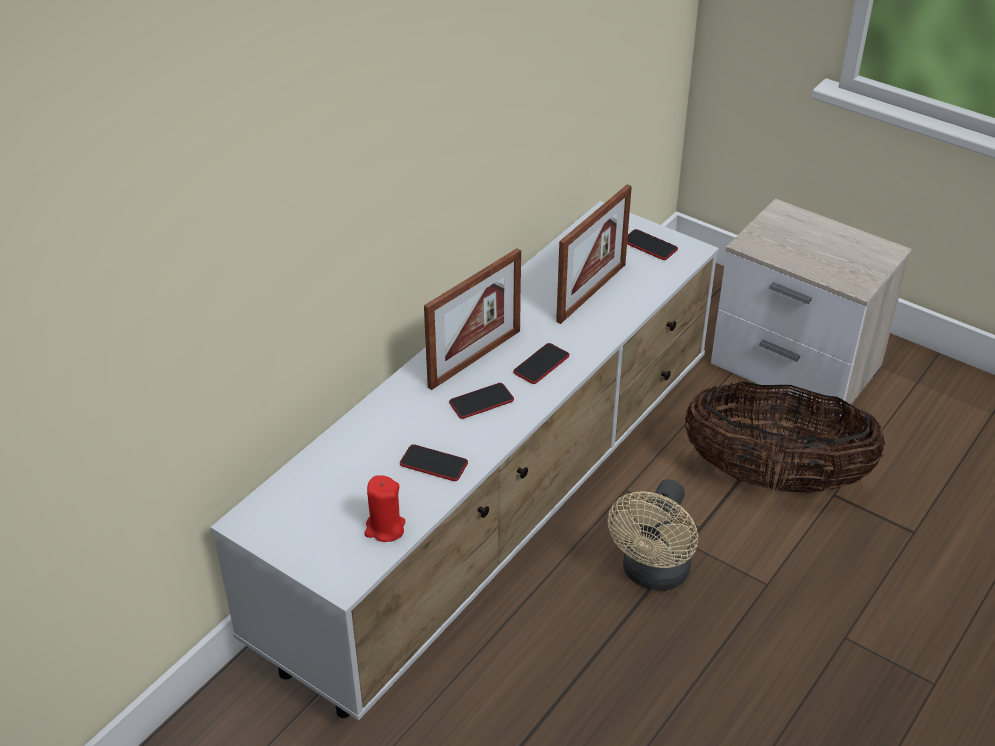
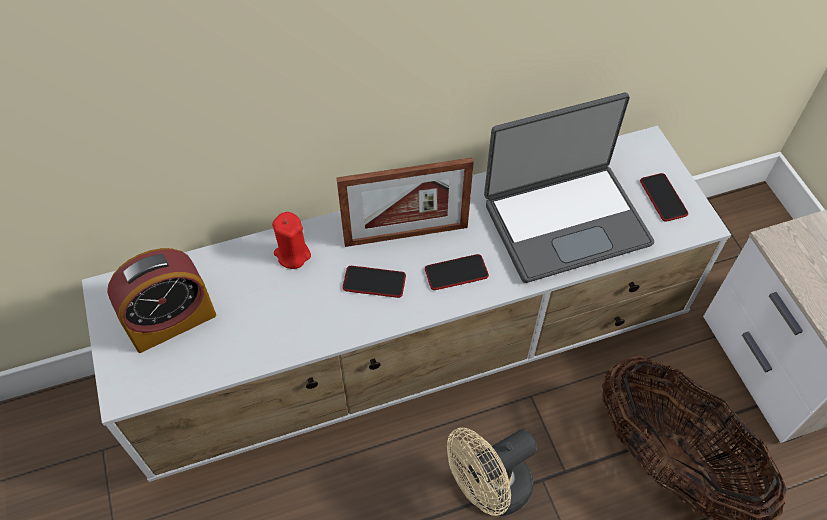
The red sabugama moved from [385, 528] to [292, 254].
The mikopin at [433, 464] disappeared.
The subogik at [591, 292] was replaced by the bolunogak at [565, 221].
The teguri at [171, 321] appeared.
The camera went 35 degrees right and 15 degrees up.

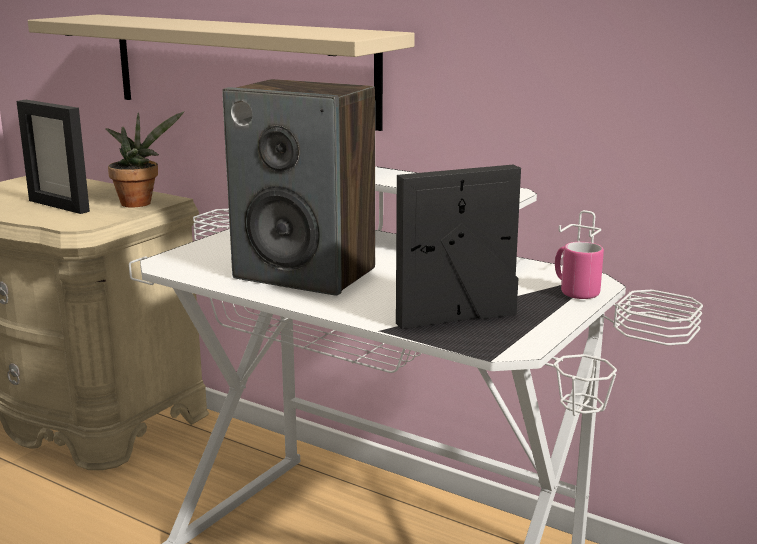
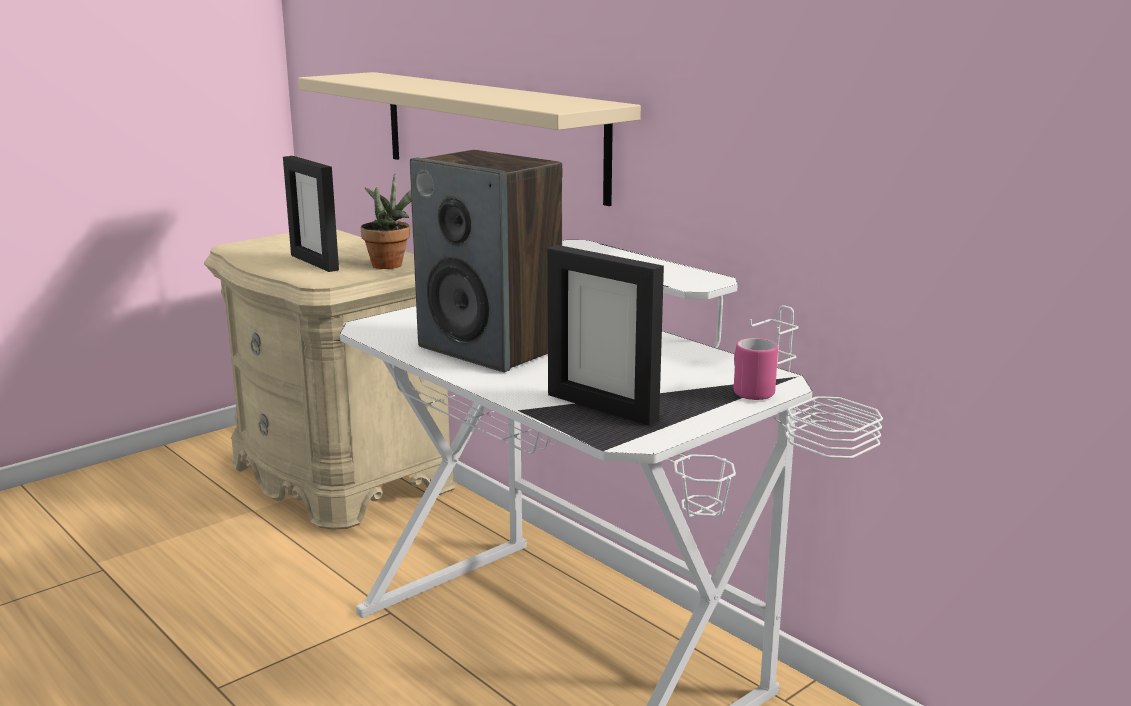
The subogik at [456, 319] turned 135 degrees counterclockwise.
The camera went 15 degrees right and 0 degrees up.

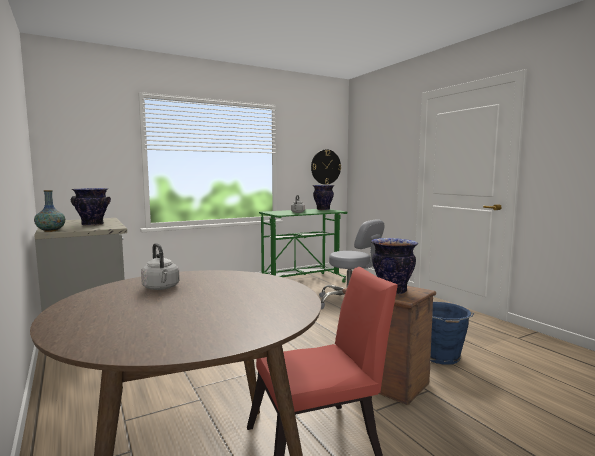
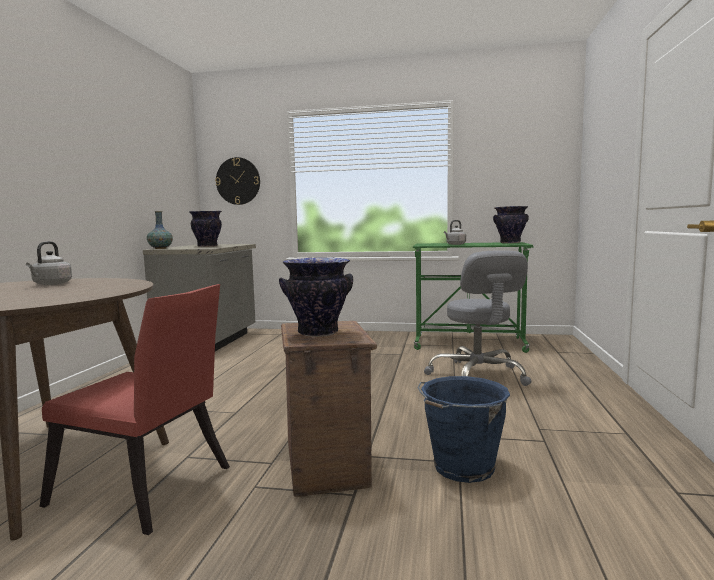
The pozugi moved from [325, 167] to [238, 181].
The camera went 40 degrees right and 0 degrees up.

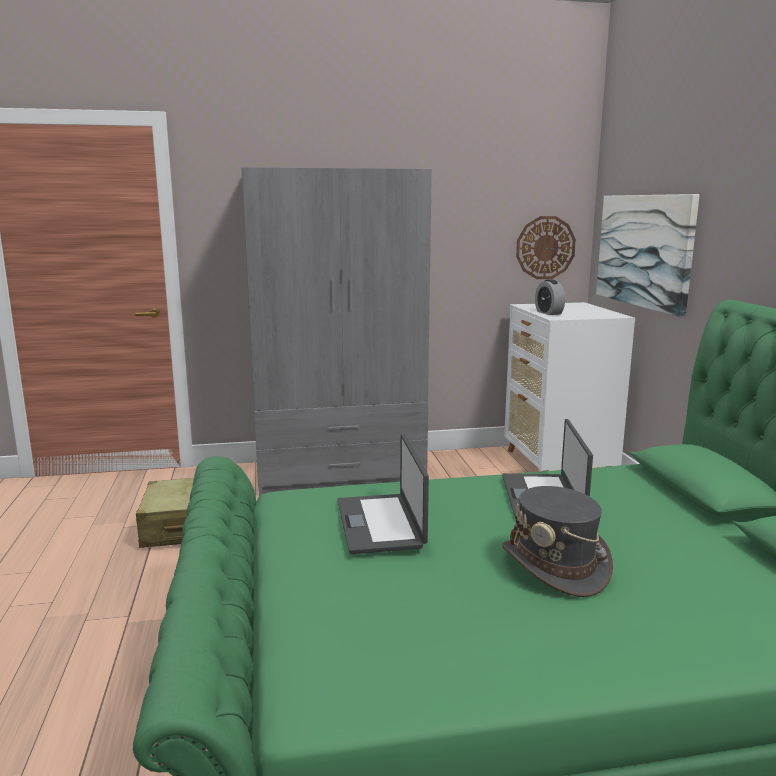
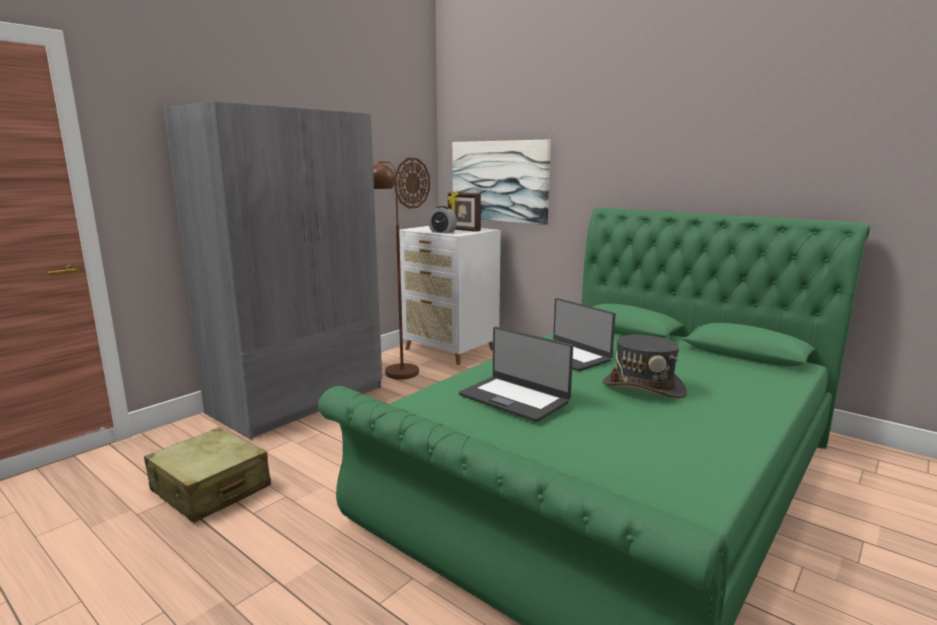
The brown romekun at [396, 370] appeared.
The subogik at [463, 230] appeared.
The camera went 40 degrees left and 0 degrees up.

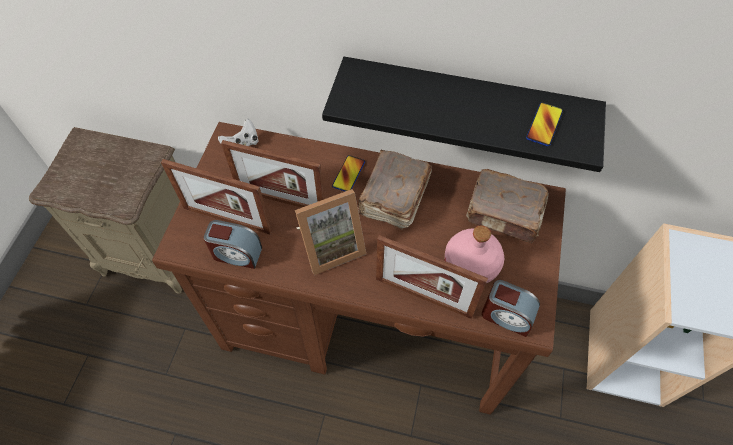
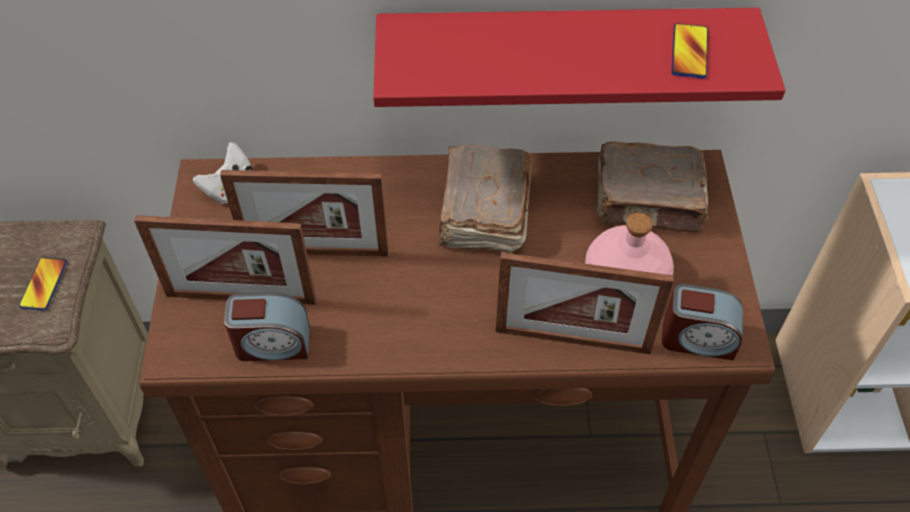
The subogik at [331, 246] disappeared.
The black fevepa at [465, 105] became the red fevepa at [563, 53].
The mikopin moved from [348, 174] to [44, 284].
The camera went 15 degrees left and 5 degrees down.

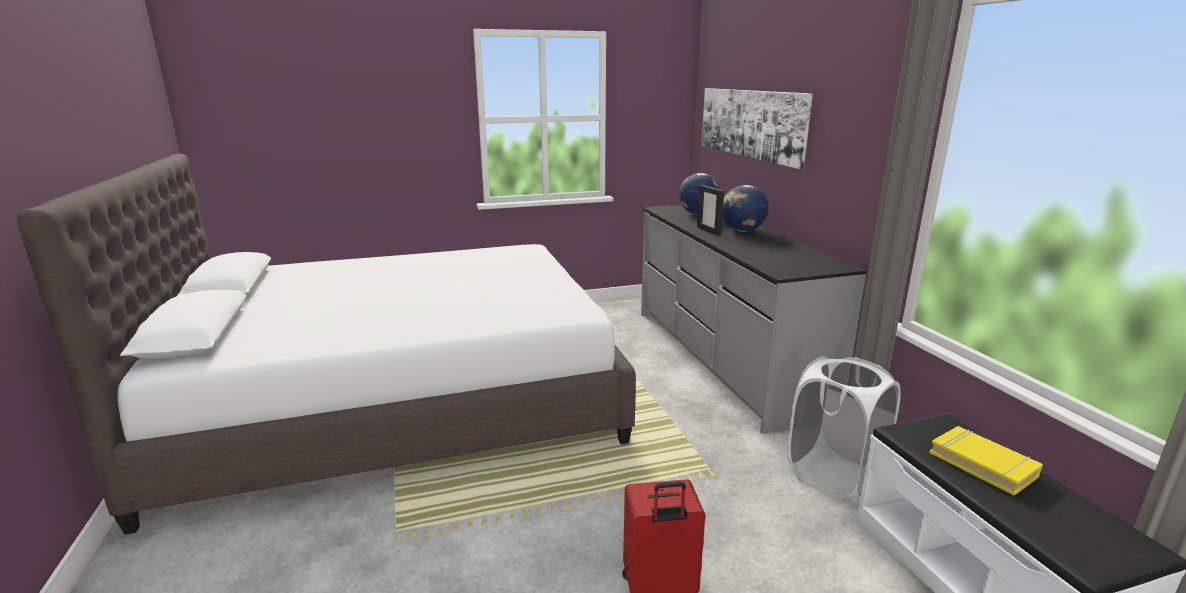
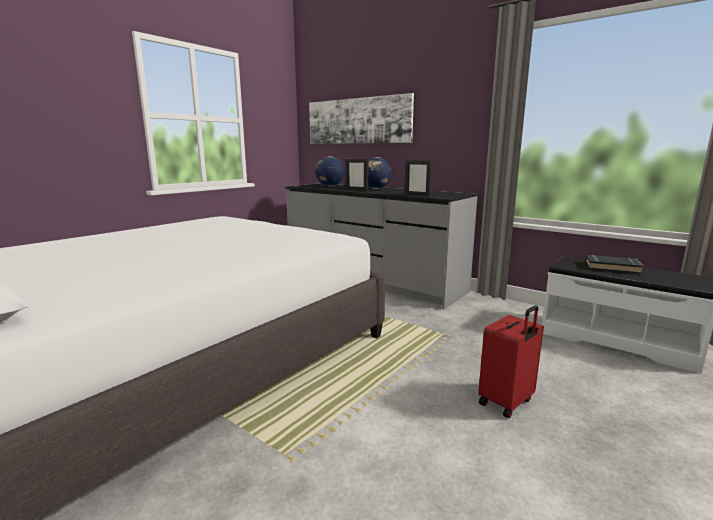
The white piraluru at [833, 475] disappeared.
The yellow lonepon at [983, 464] became the black lonepon at [611, 268].
The subogik at [417, 195] appeared.
The camera went 35 degrees left and 5 degrees down.

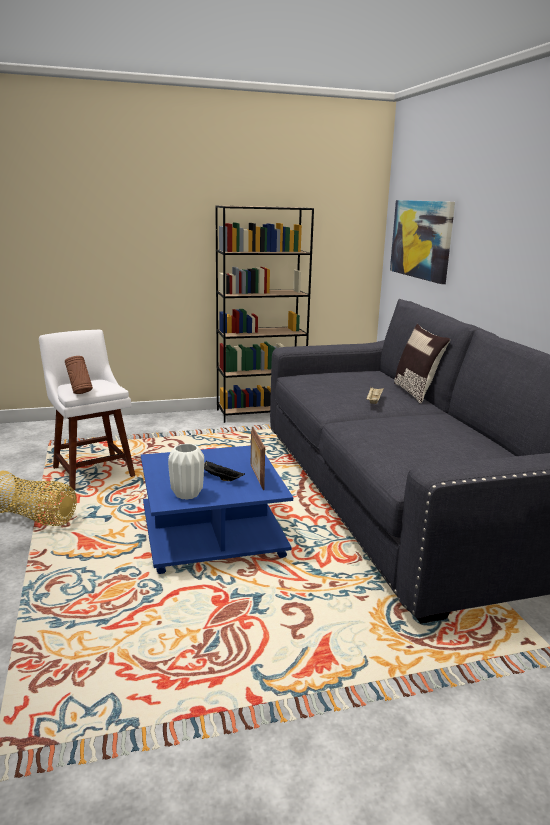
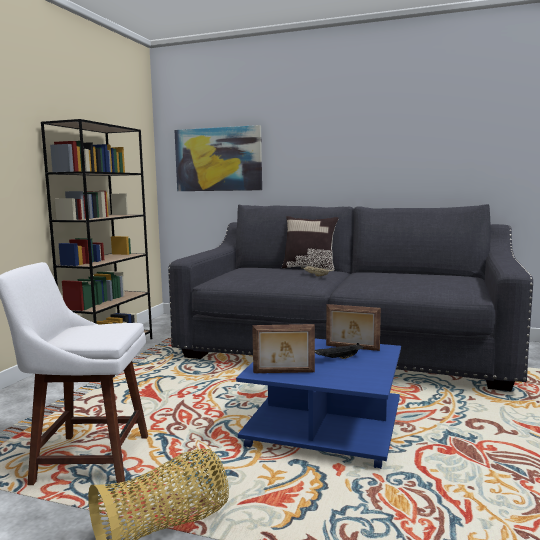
The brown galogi at [80, 393] disappeared.
The white galogi at [186, 494] disappeared.
The subogik at [284, 373] appeared.
The camera went 55 degrees left and 10 degrees down.

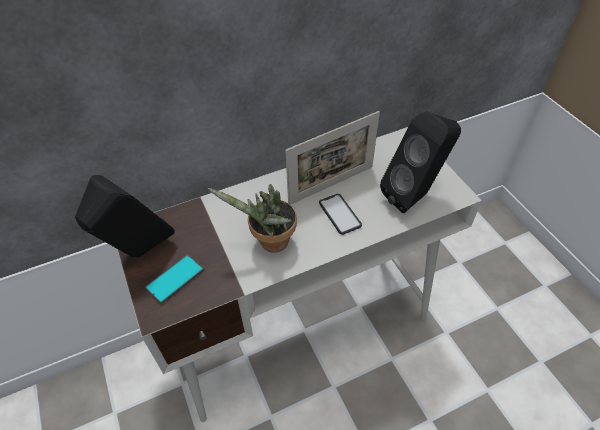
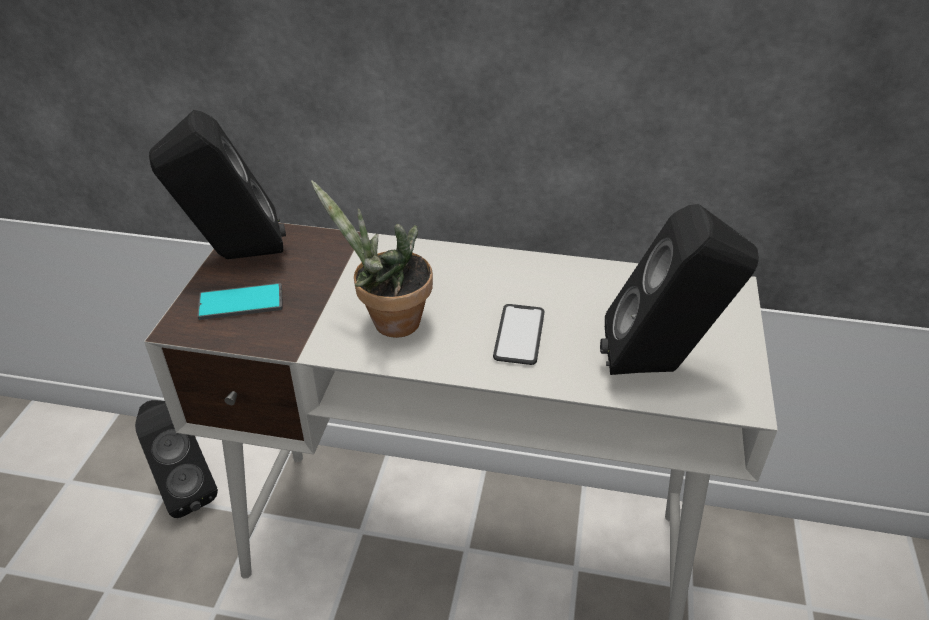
The subogik at [331, 185] disappeared.
The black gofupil at [184, 490] appeared.
The camera went 35 degrees right and 10 degrees down.

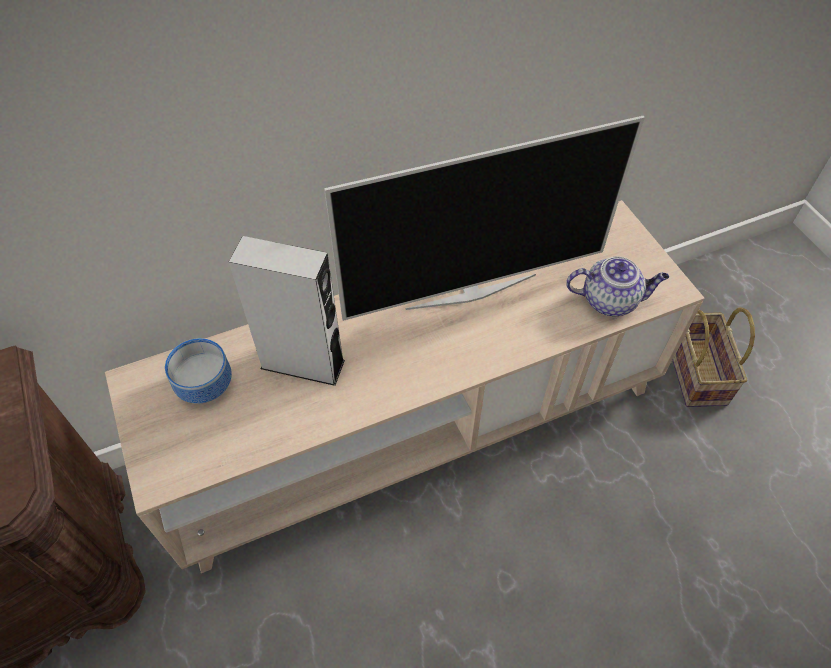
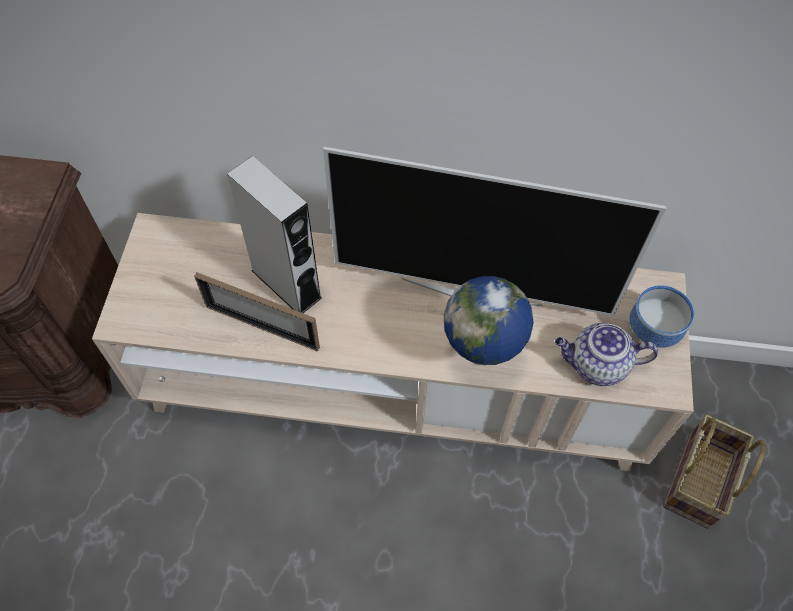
The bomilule moved from [205, 382] to [654, 326].
The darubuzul at [610, 300] turned 150 degrees clockwise.
The subogik at [262, 327] appeared.
The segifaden at [481, 360] appeared.
The camera went 30 degrees right and 5 degrees up.

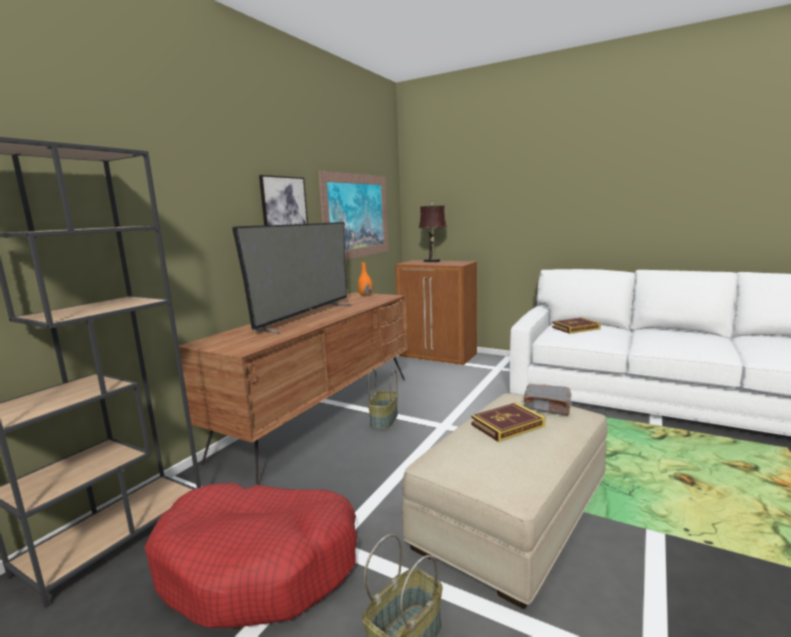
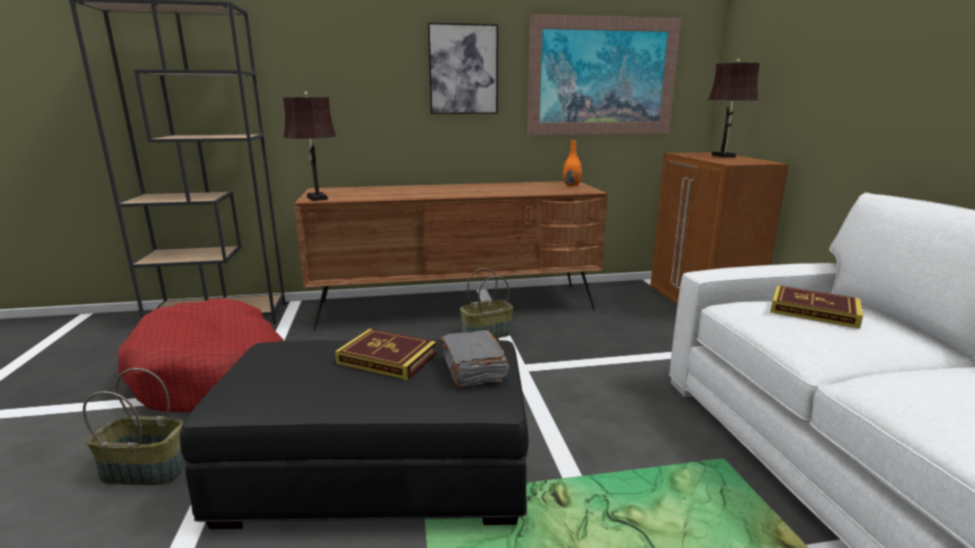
The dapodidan at [305, 317] disappeared.
The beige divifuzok at [513, 512] became the black divifuzok at [378, 471].
The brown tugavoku at [316, 197] appeared.
The camera went 50 degrees right and 5 degrees up.

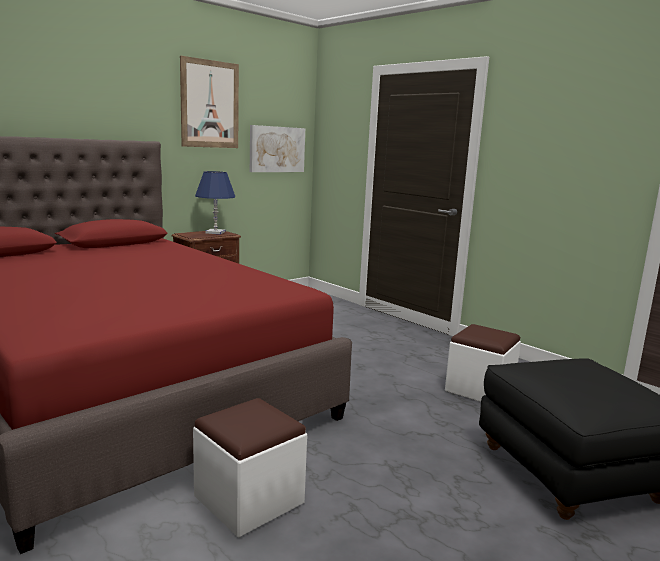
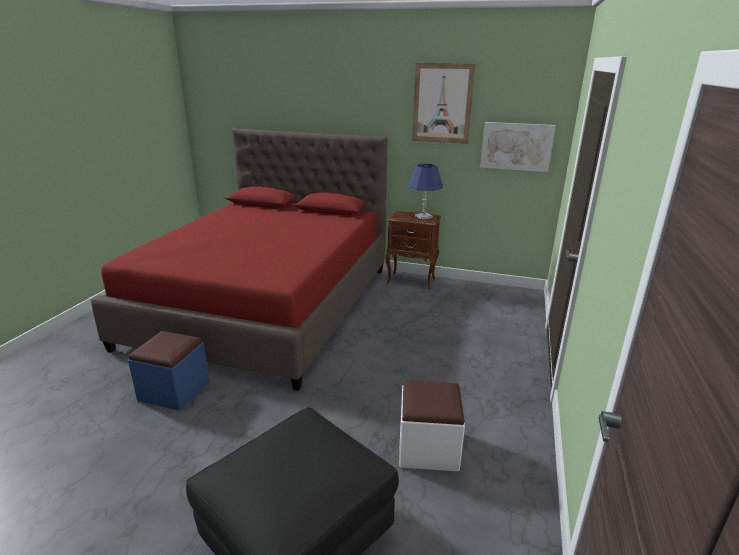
The white divifuzok at [249, 499] became the blue divifuzok at [174, 391].
The camera went 60 degrees right and 10 degrees up.

